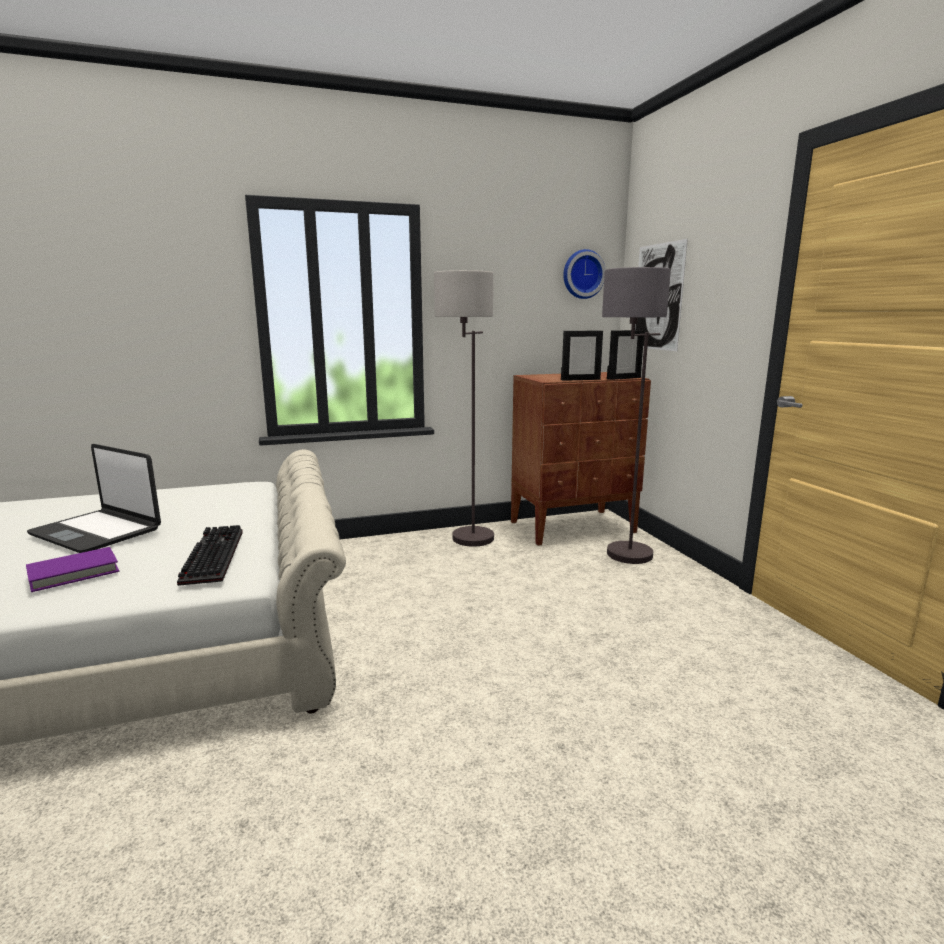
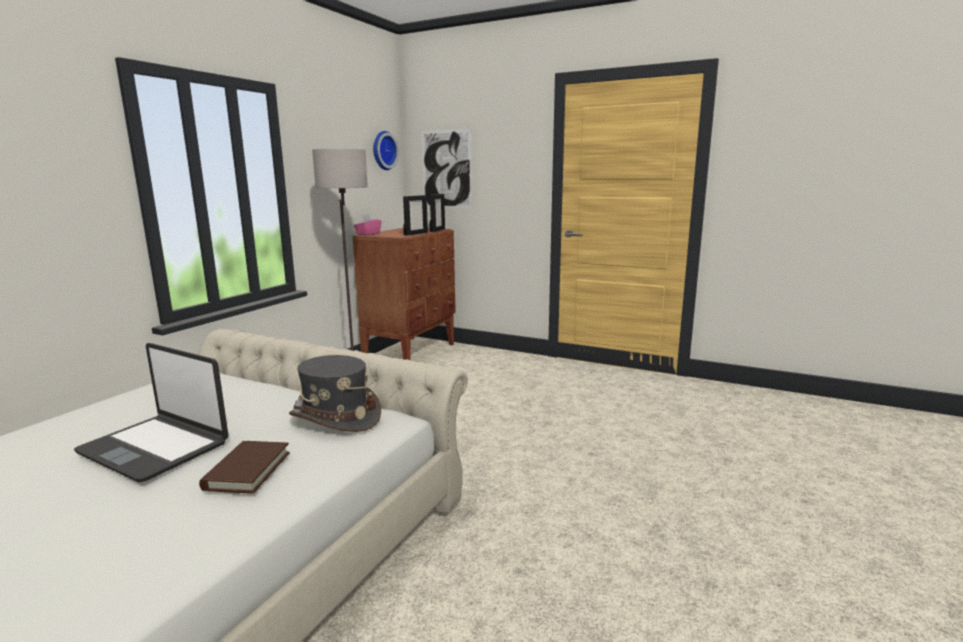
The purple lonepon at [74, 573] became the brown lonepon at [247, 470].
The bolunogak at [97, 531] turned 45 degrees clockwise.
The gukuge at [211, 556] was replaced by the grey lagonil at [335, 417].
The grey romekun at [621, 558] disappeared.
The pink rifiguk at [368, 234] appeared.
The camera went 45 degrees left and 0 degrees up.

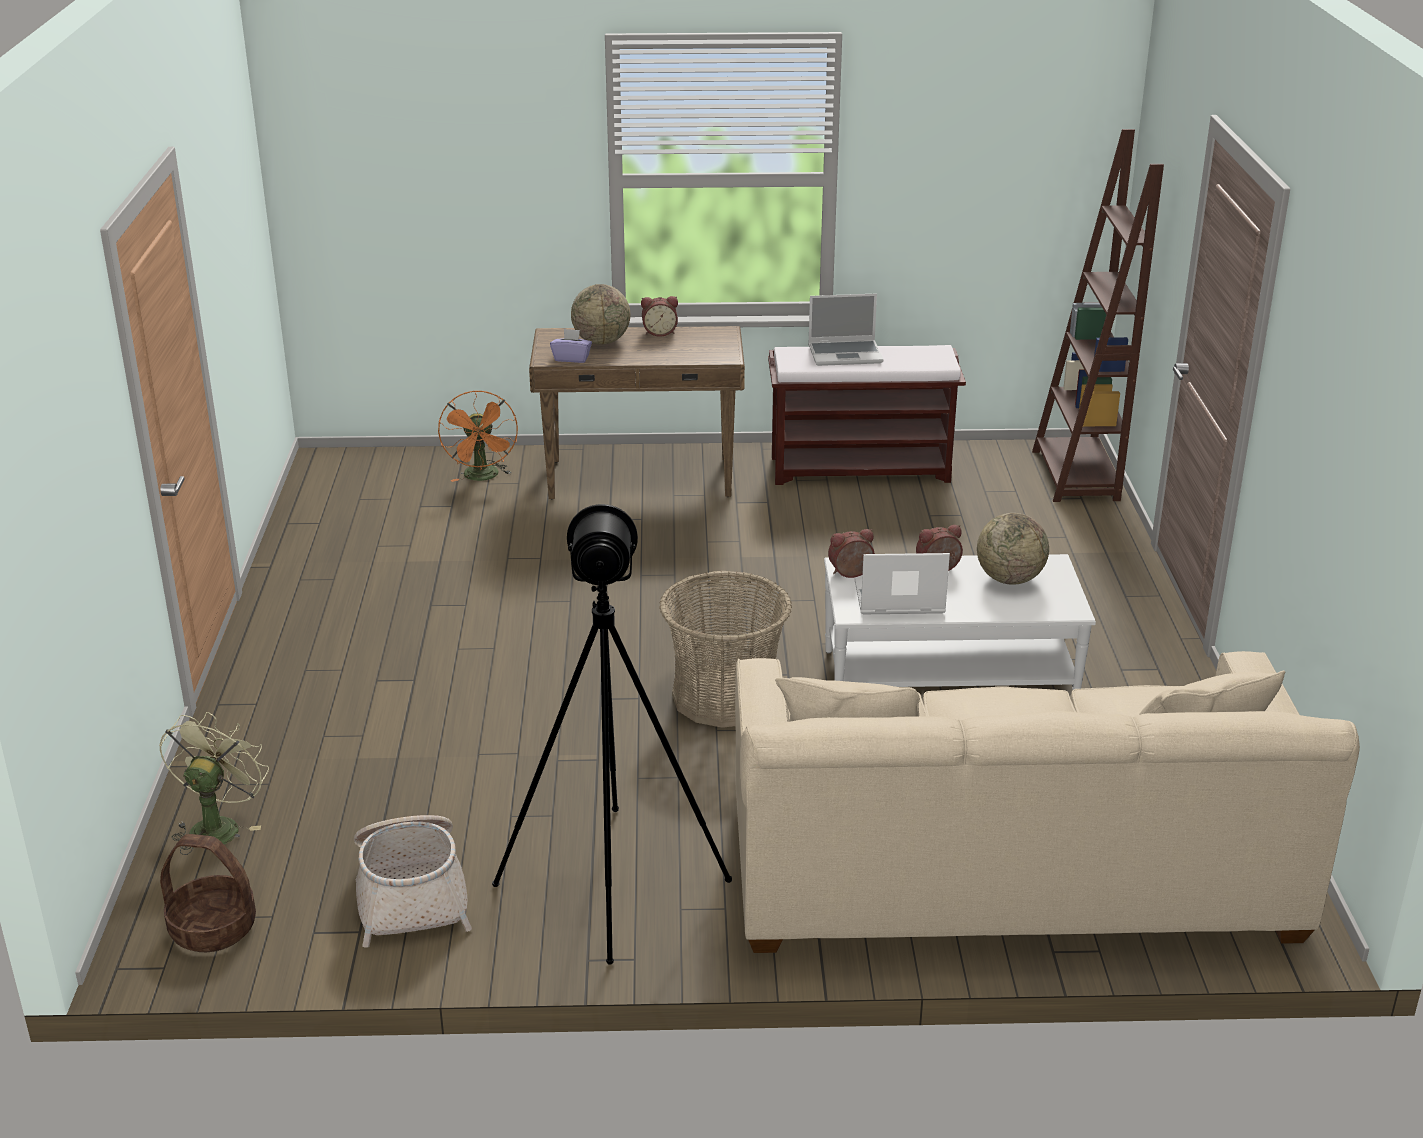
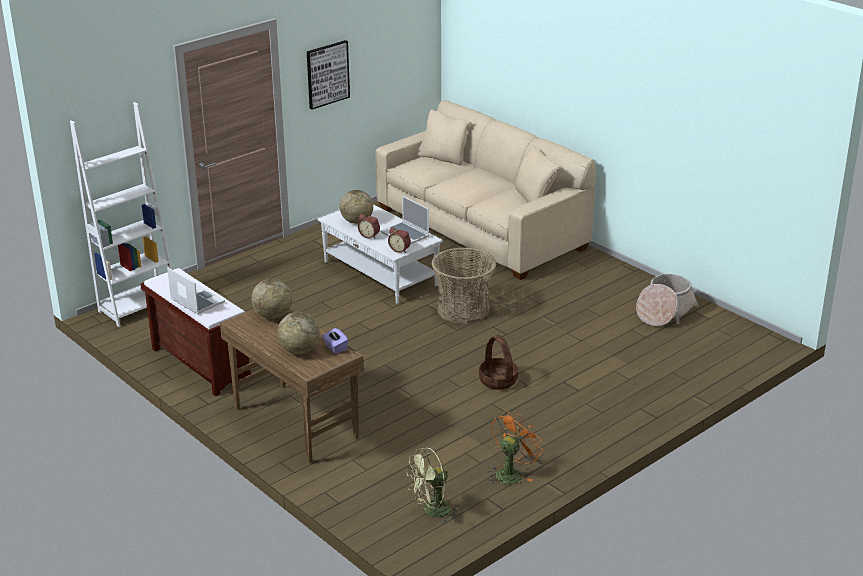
The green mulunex moved from [217, 826] to [432, 511].
The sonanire moved from [212, 929] to [498, 381].
The orange mulunex moved from [483, 477] to [511, 473].
The black romekun at [612, 882] disappeared.
The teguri at [659, 332] disappeared.
The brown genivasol at [1076, 475] became the white genivasol at [138, 307].
The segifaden at [273, 316] appeared.
The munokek at [327, 74] appeared.
The camera went 130 degrees left and 0 degrees up.

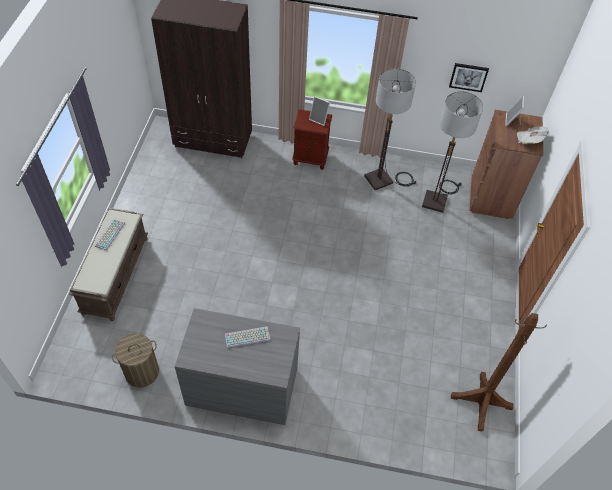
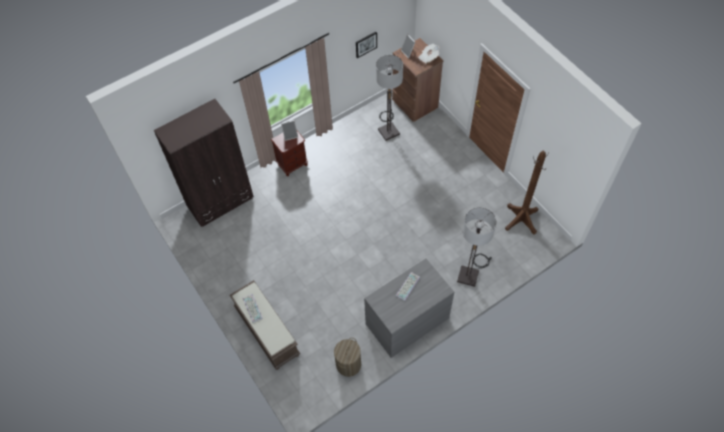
The romekun moved from [386, 180] to [472, 272].
The camera went 40 degrees left and 5 degrees up.

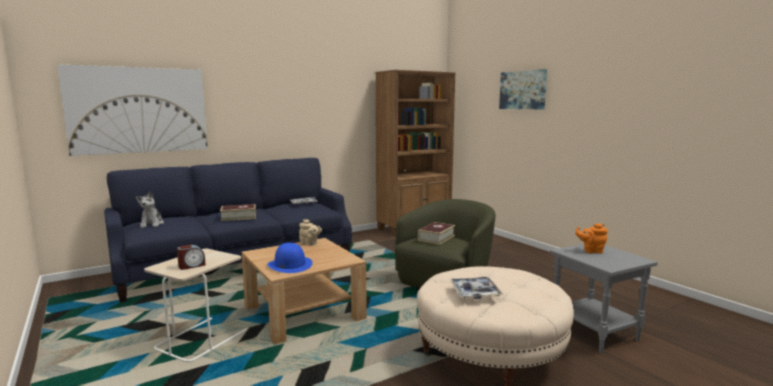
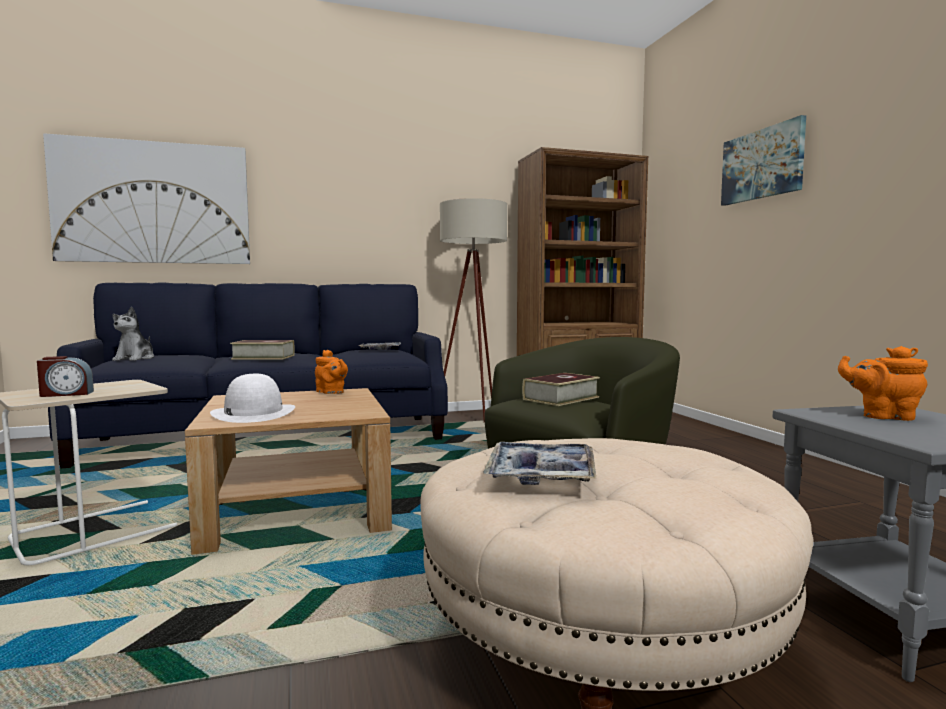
The blue lagonil at [290, 265] became the white lagonil at [253, 413].
The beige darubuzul at [310, 243] became the orange darubuzul at [331, 392].
The beige romekun at [473, 417] appeared.
The camera went 15 degrees right and 5 degrees down.

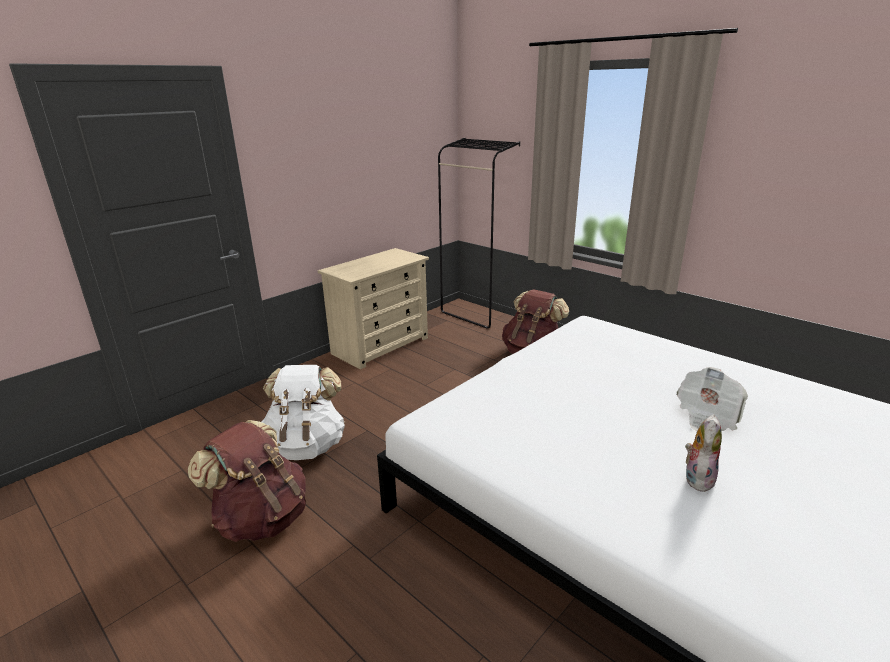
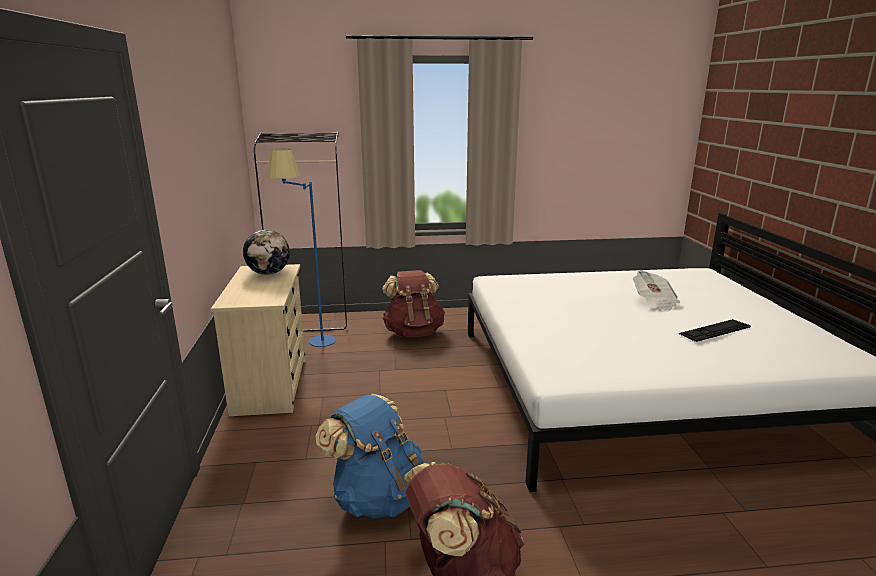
The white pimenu at [306, 445] became the blue pimenu at [377, 497].
The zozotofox at [697, 477] was replaced by the gukuge at [715, 330].
The segifaden at [269, 273] appeared.
The blue romekun at [309, 342] appeared.
The camera went 50 degrees left and 5 degrees down.

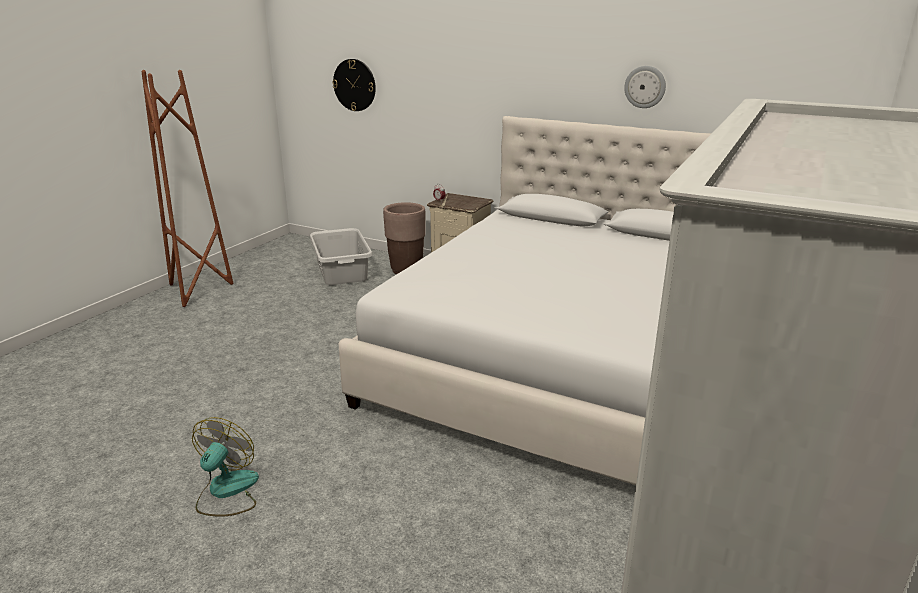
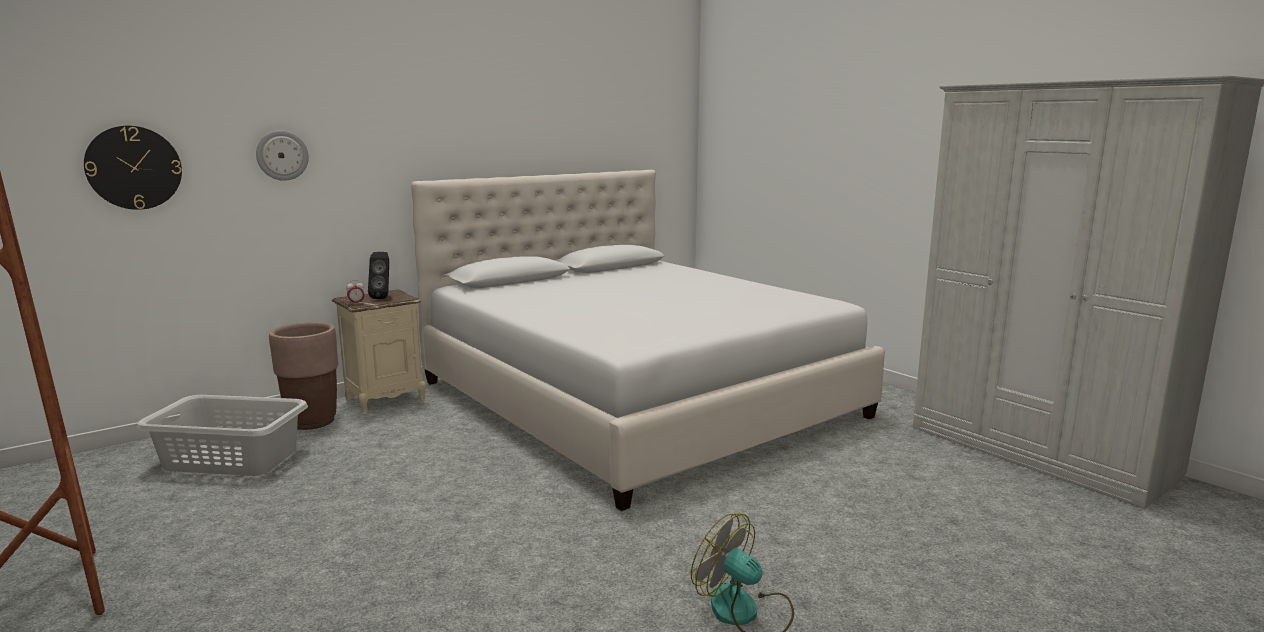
The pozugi moved from [645, 87] to [282, 155].
The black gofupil at [383, 298] appeared.
The camera went 65 degrees left and 10 degrees down.

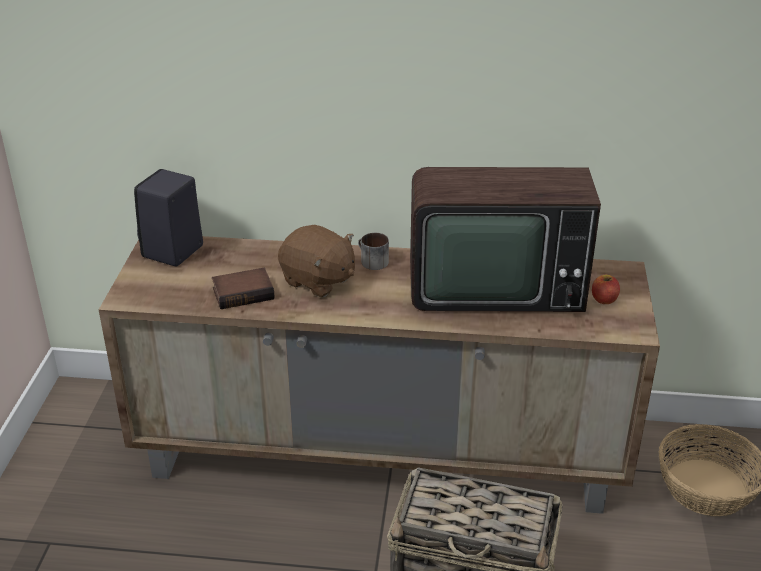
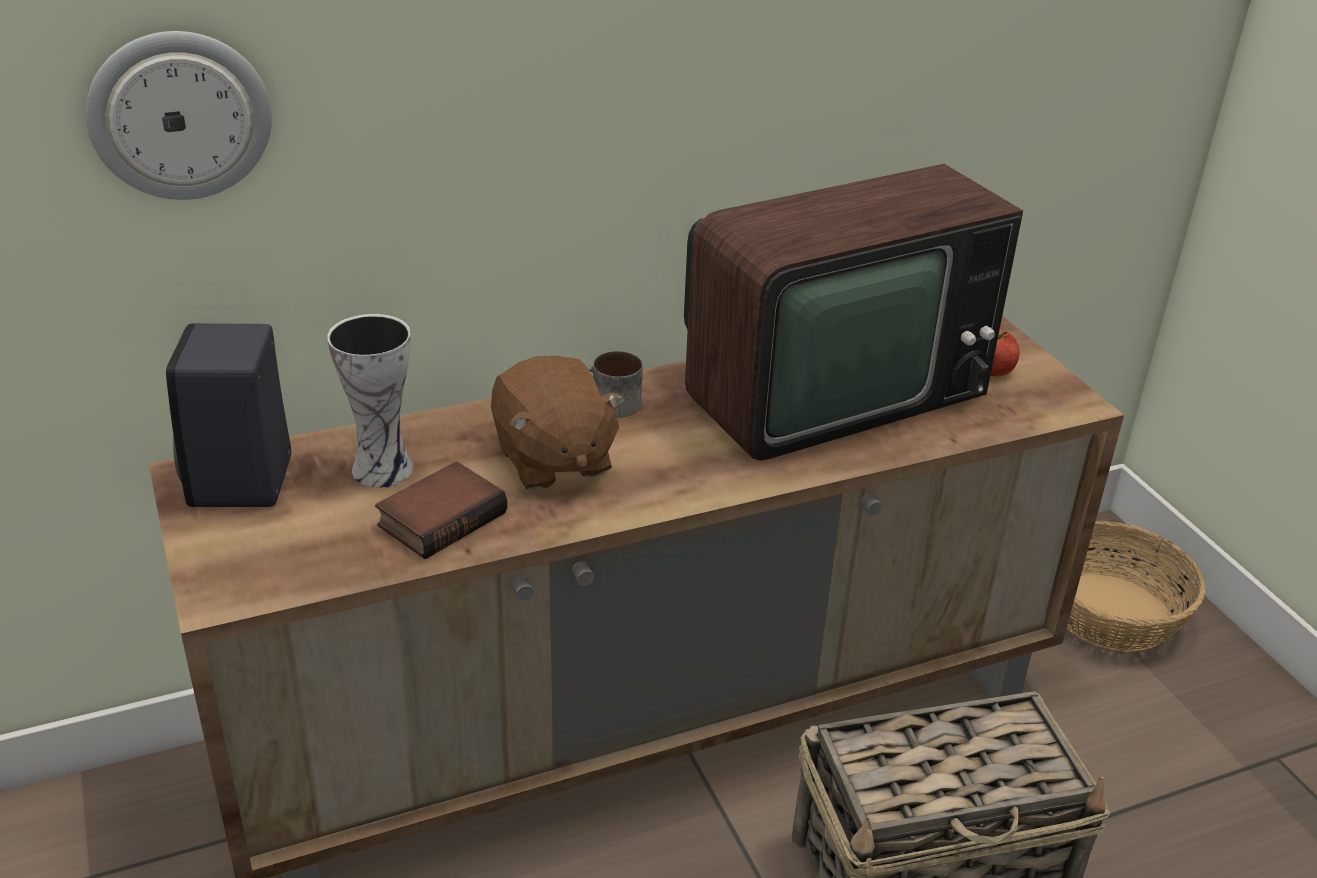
The brown zozotofox at [318, 281] turned 60 degrees clockwise.
The pozugi at [180, 115] appeared.
The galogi at [384, 467] appeared.
The camera went 30 degrees left and 0 degrees up.

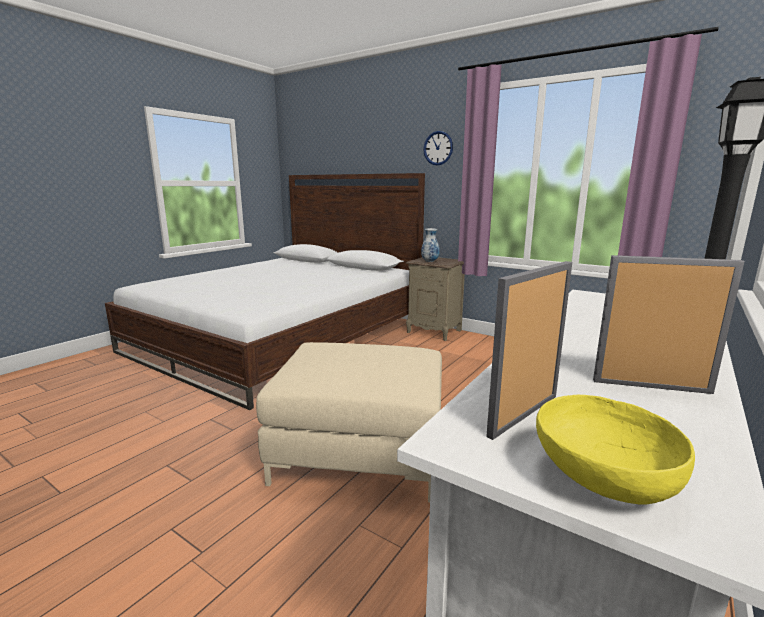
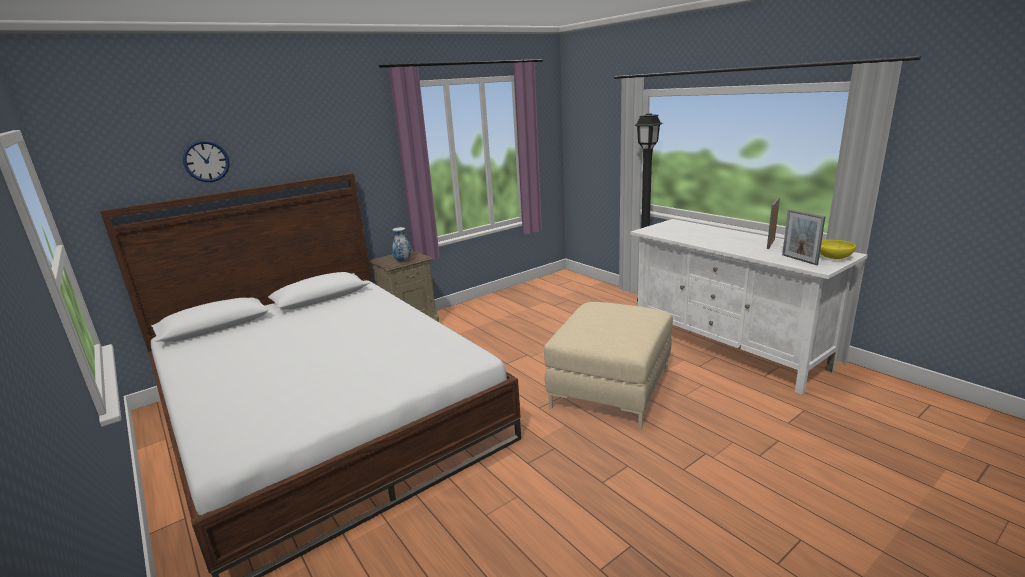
The pozugi moved from [438, 148] to [206, 161].
The camera went 70 degrees left and 5 degrees up.

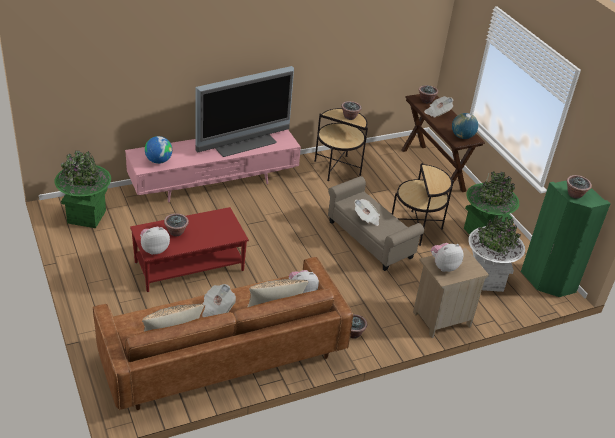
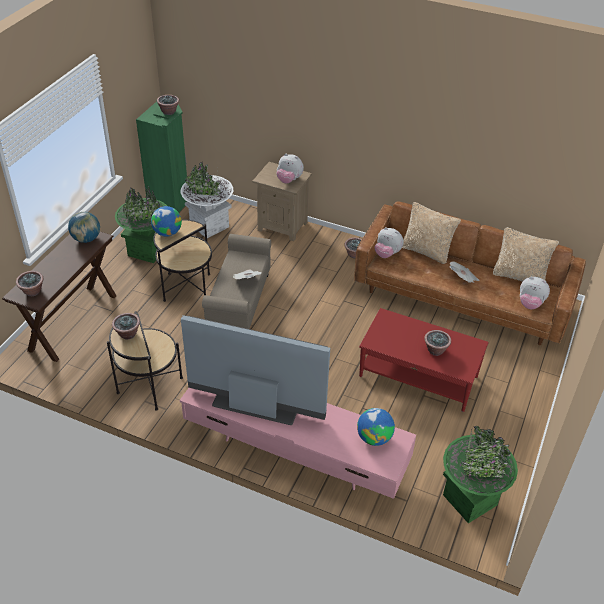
The zozotofox moved from [154, 249] to [530, 304].
The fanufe at [437, 113] disappeared.
The segifaden at [167, 233] appeared.
The camera went 130 degrees left and 5 degrees up.

